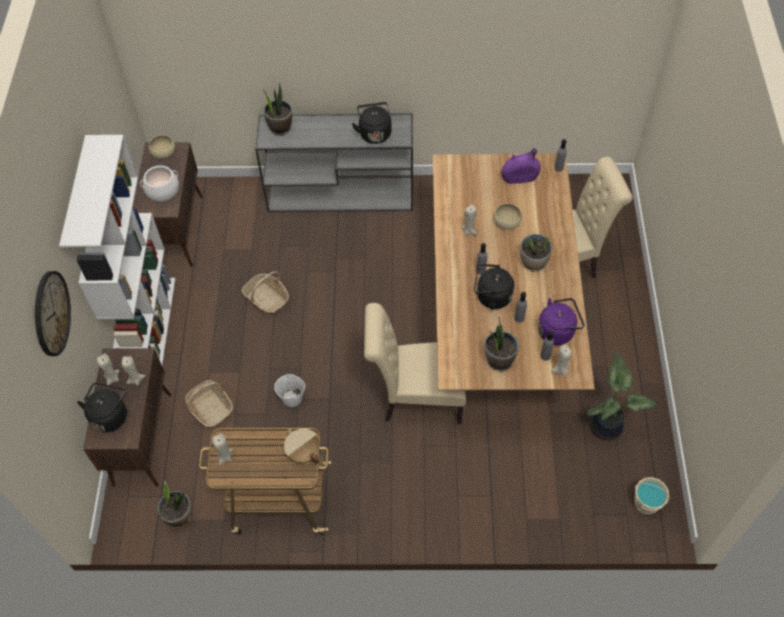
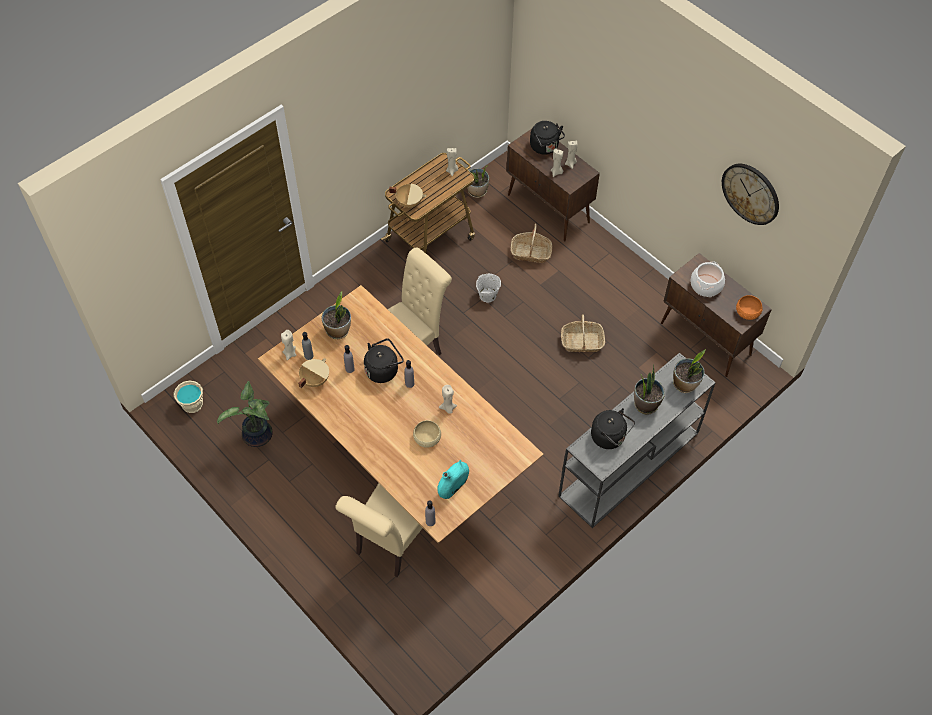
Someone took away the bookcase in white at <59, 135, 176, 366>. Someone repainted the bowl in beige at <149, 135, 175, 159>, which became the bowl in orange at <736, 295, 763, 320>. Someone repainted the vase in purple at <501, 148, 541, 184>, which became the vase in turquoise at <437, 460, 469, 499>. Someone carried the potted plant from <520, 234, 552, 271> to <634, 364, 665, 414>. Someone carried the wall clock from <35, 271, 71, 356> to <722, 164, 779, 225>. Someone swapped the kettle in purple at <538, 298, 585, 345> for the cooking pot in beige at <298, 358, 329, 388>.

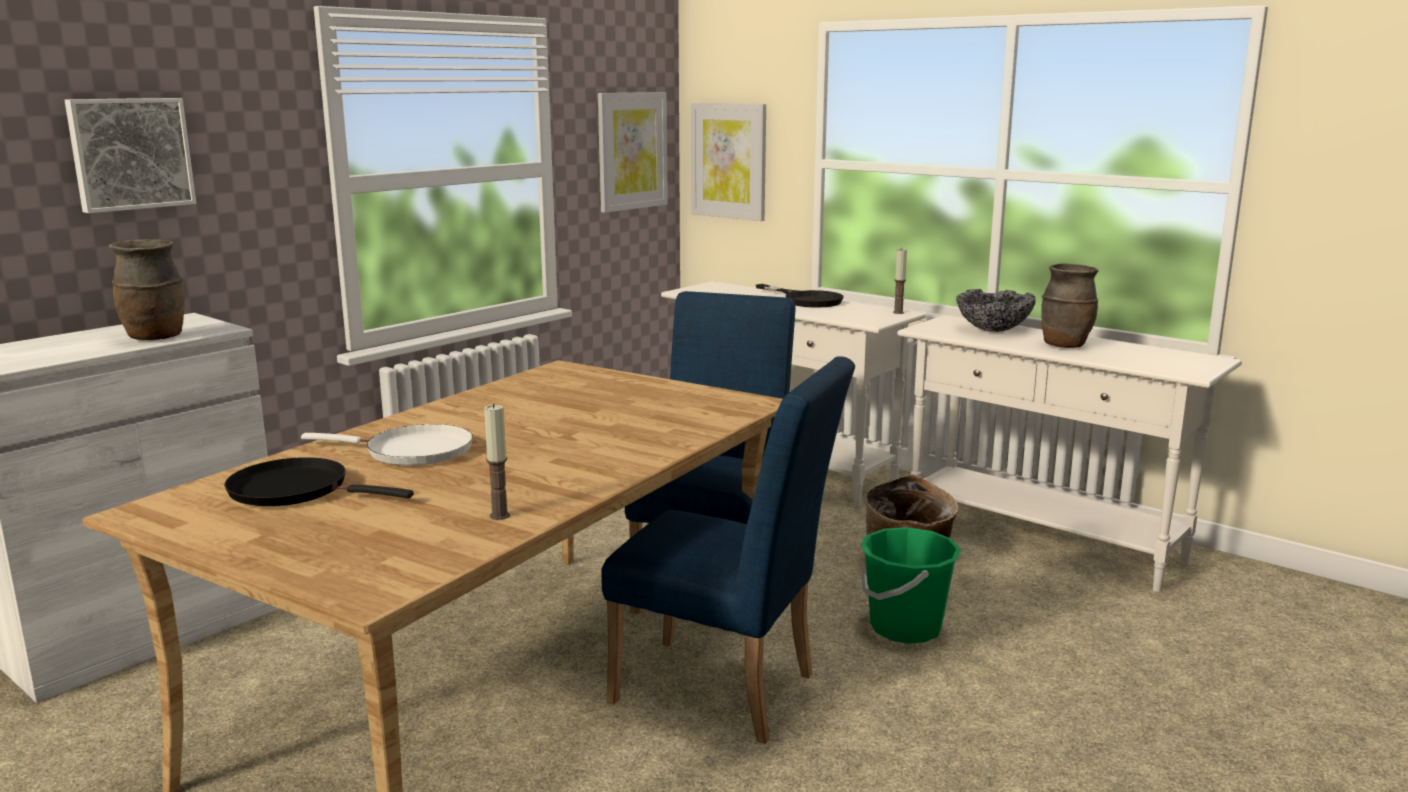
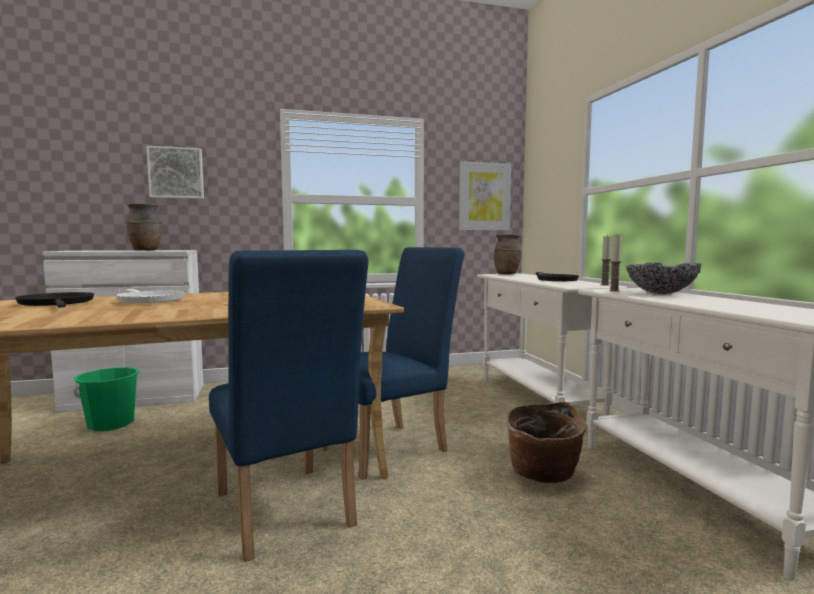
Someone took away the picture at <691, 103, 766, 221>. Someone carried the vase in brown from <1041, 263, 1098, 348> to <494, 234, 521, 274>. Someone carried the candle from <484, 404, 510, 520> to <609, 235, 622, 291>. Someone carried the bucket in green from <861, 527, 961, 644> to <73, 367, 139, 431>.

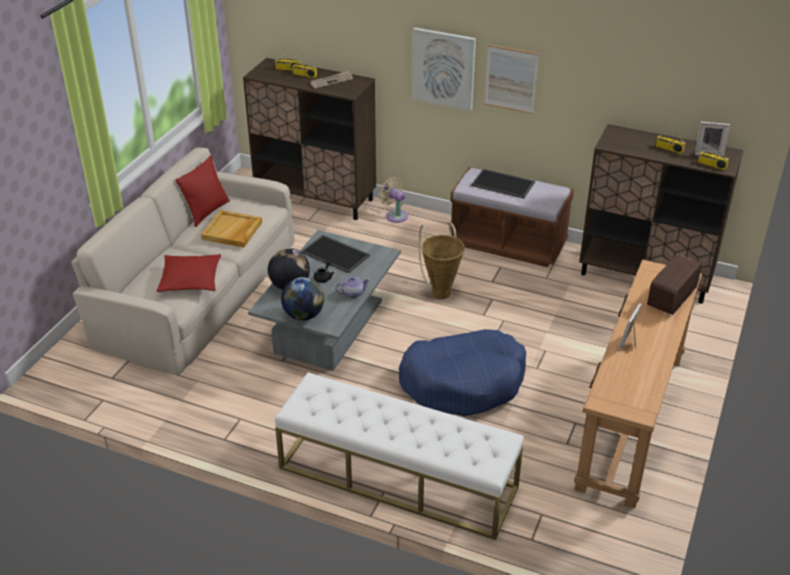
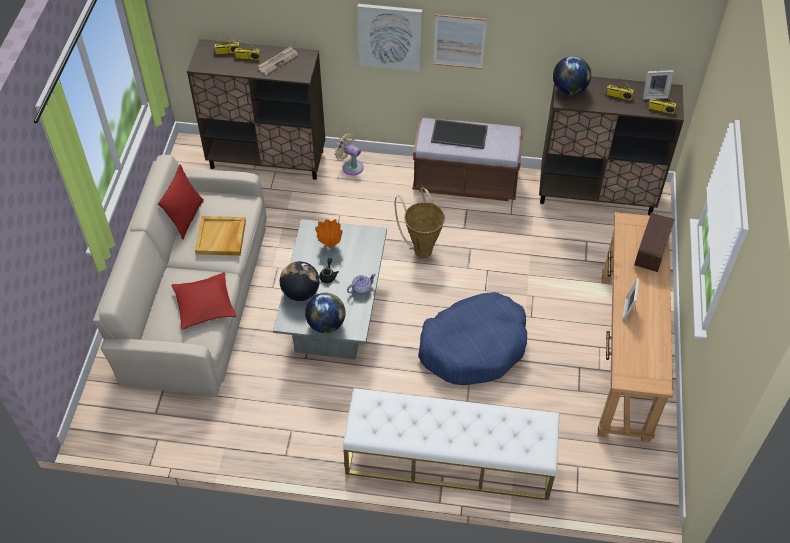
Someone swapped the tray at <301, 235, 370, 273> for the vase in orange at <315, 219, 342, 248>. Someone put down the globe at <553, 56, 591, 95>.

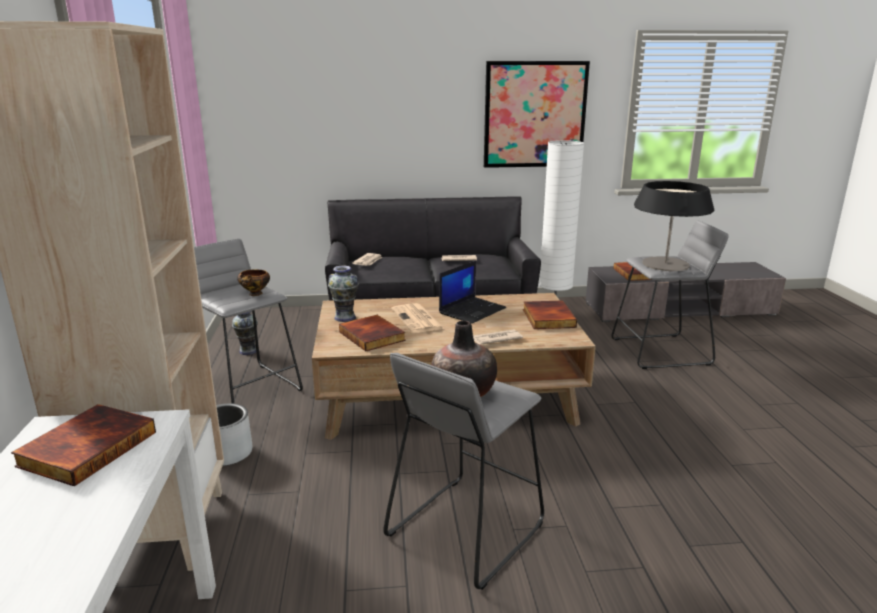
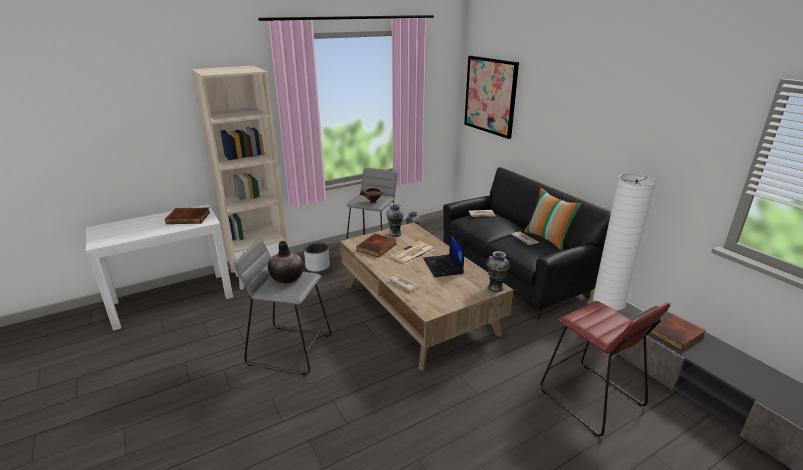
Someone carried the picture from <484, 61, 590, 168> to <464, 56, 519, 139>. Someone took away the table lamp at <634, 181, 714, 271>. Someone repainted the stool in grey at <611, 220, 728, 369>, which became the stool in red at <541, 301, 670, 436>. Someone rotated the laptop at <439, 261, 506, 324> by 60 degrees clockwise. Someone took away the book at <523, 301, 577, 329>. Someone put down the pillow at <524, 188, 581, 250>. Someone put down the vase at <486, 251, 509, 292>.

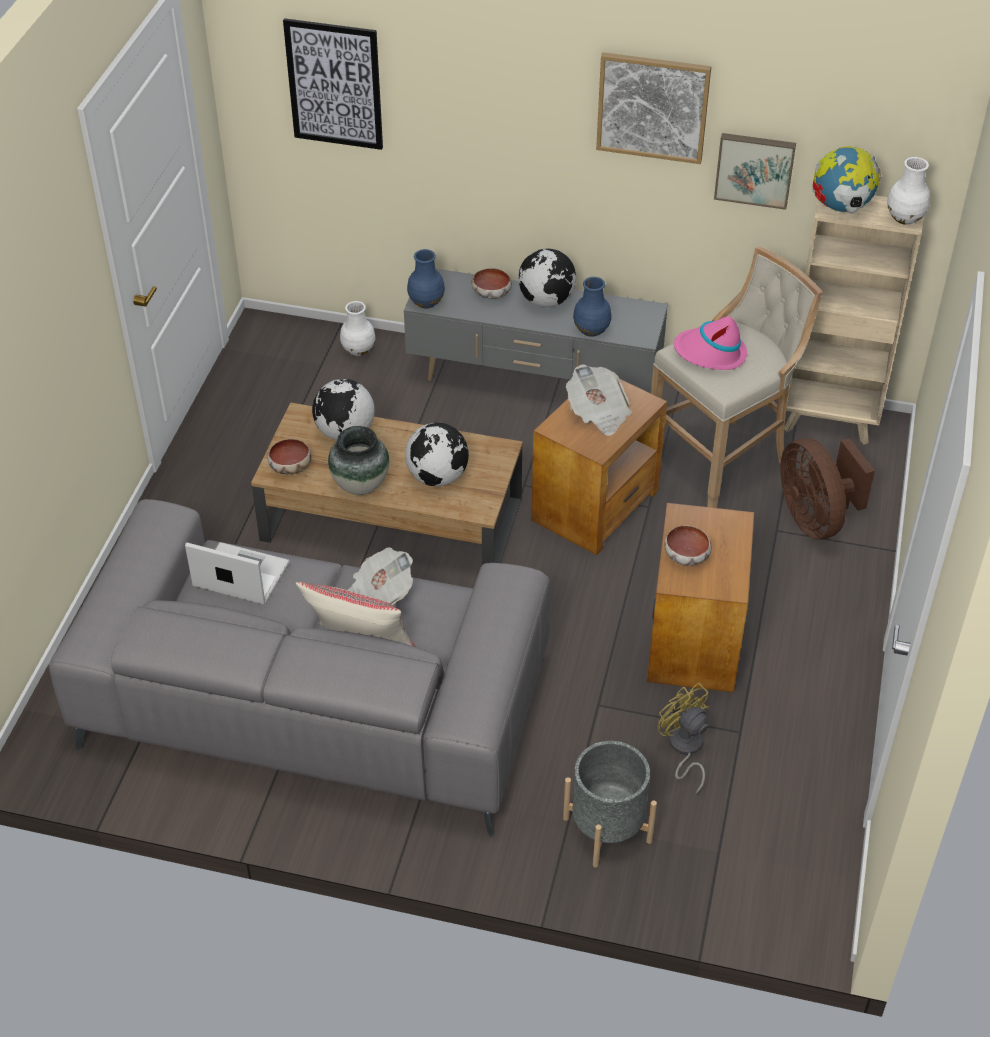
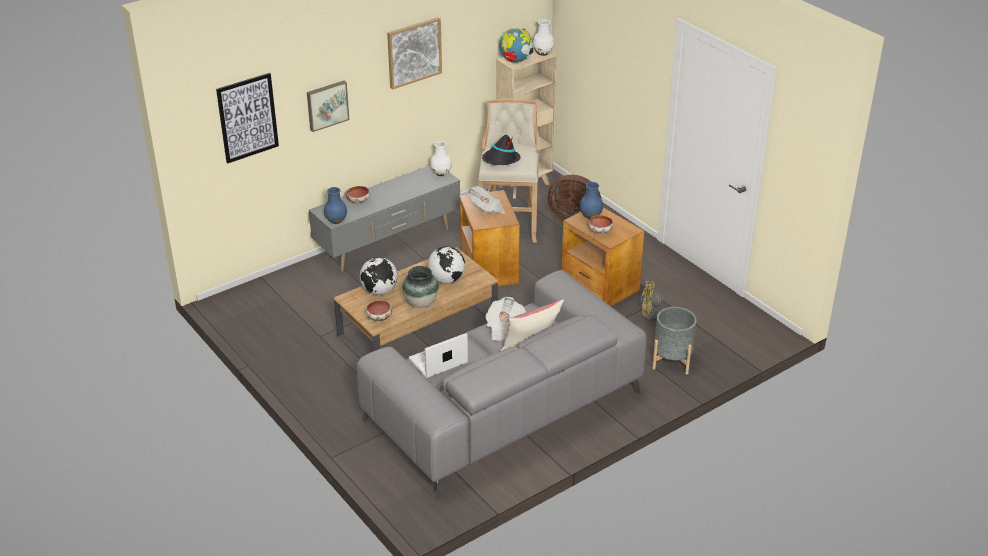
Someone carried the picture from <714, 133, 796, 210> to <307, 81, 349, 132>. Someone took away the globe at <518, 249, 576, 307>. Someone carried the vase in blue from <573, 277, 612, 337> to <580, 182, 603, 219>. Someone carried the vase in white from <340, 301, 375, 356> to <430, 141, 452, 176>. Someone repainted the hat in pink at <674, 317, 747, 370>, which became the hat in black at <482, 135, 521, 165>.

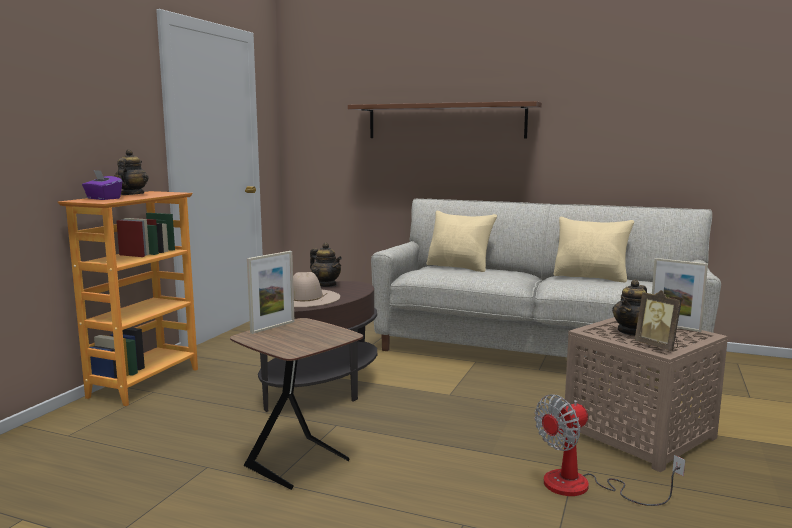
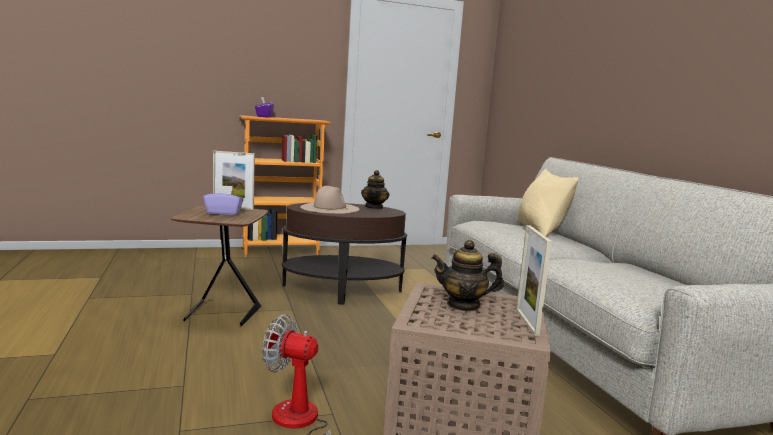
Someone took away the shelf in brown at <348, 101, 542, 139>. Someone took away the teapot at <114, 149, 149, 195>. Someone took away the pillow in beige at <553, 217, 634, 282>. Someone took away the picture frame at <634, 290, 682, 351>. Someone put down the tissue box in purple at <203, 185, 244, 215>.

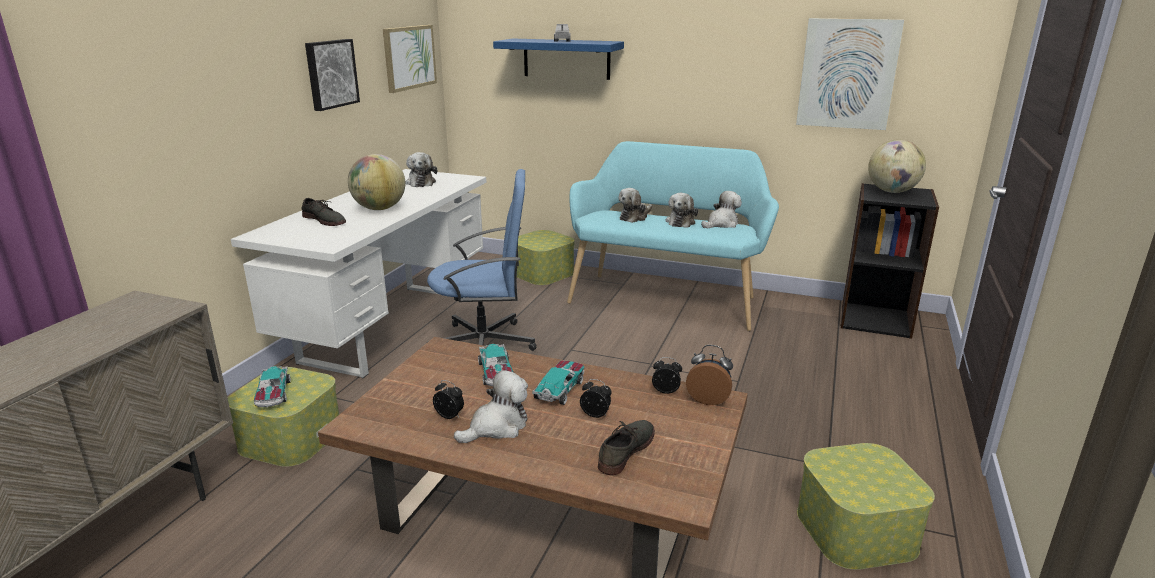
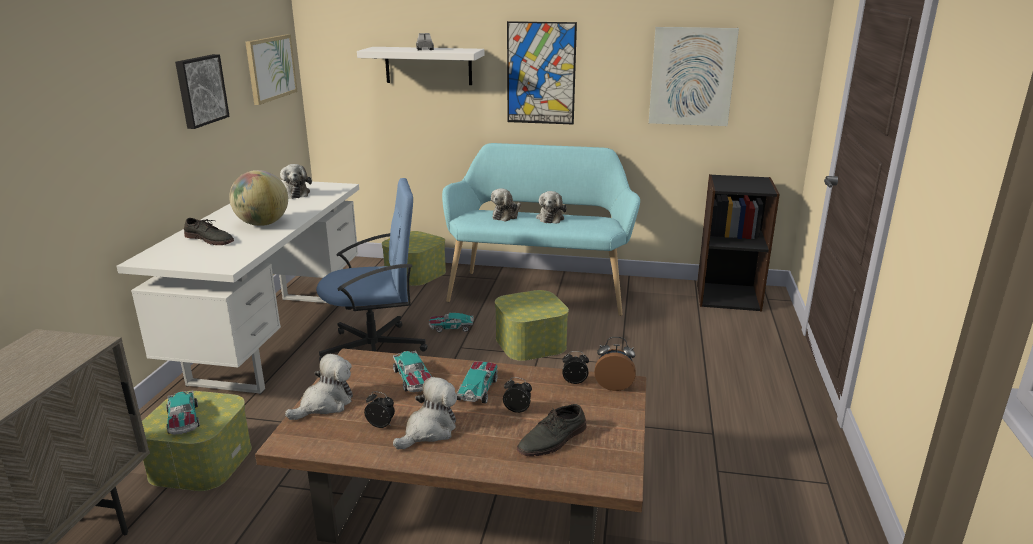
Someone repainted the shelf in blue at <493, 39, 624, 80>, which became the shelf in white at <357, 47, 484, 85>. Someone took away the globe at <868, 140, 926, 193>. Someone carried the plush toy from <701, 191, 742, 228> to <285, 354, 353, 420>. Someone rotated the shoe in grey at <598, 420, 655, 475> by 150 degrees counterclockwise. Someone carried the storage box from <797, 443, 935, 570> to <495, 290, 569, 361>. Someone put up the picture at <507, 21, 577, 124>. Someone put down the toy car at <429, 313, 474, 332>.

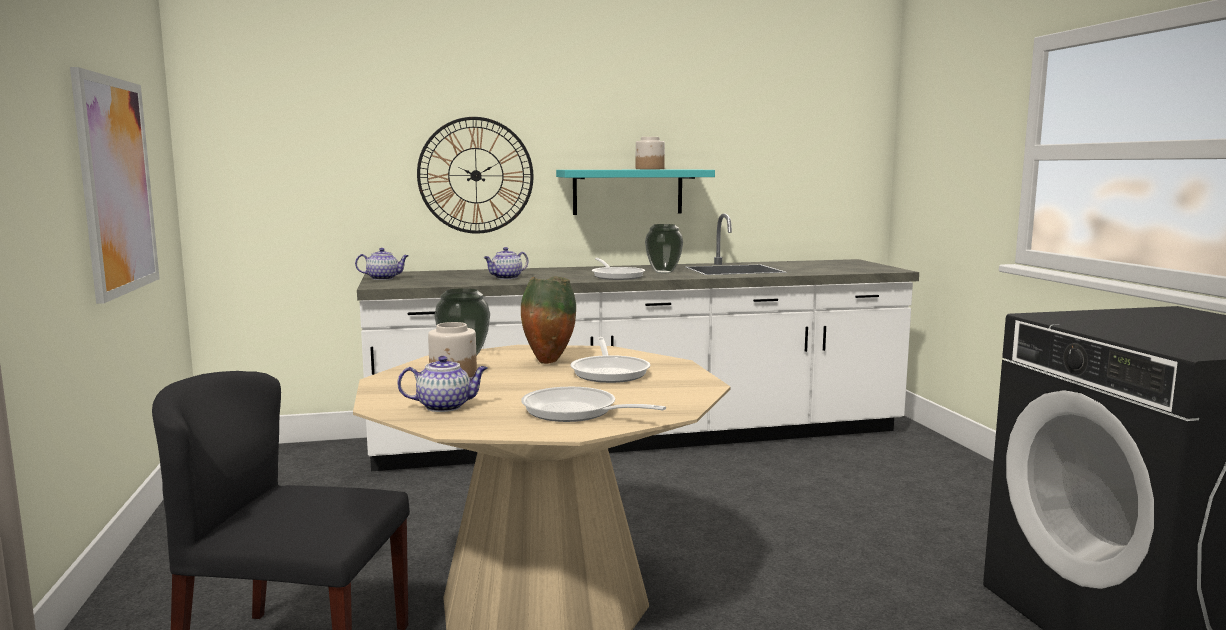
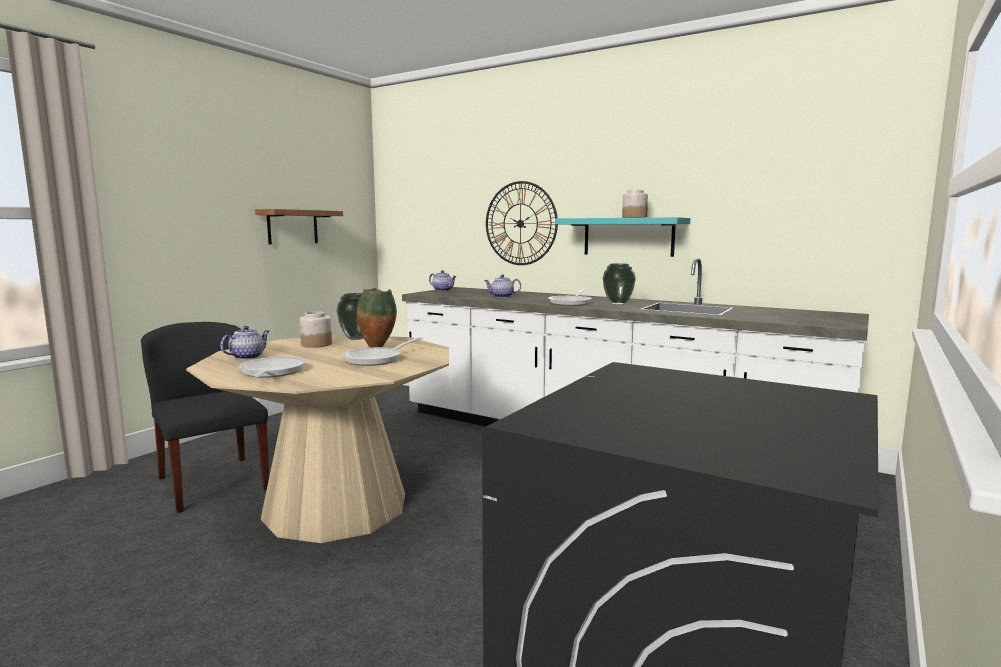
Someone swapped the picture at <70, 67, 160, 304> for the shelf at <255, 209, 343, 245>. Someone rotated the teapot at <397, 356, 488, 412> by 90 degrees counterclockwise.

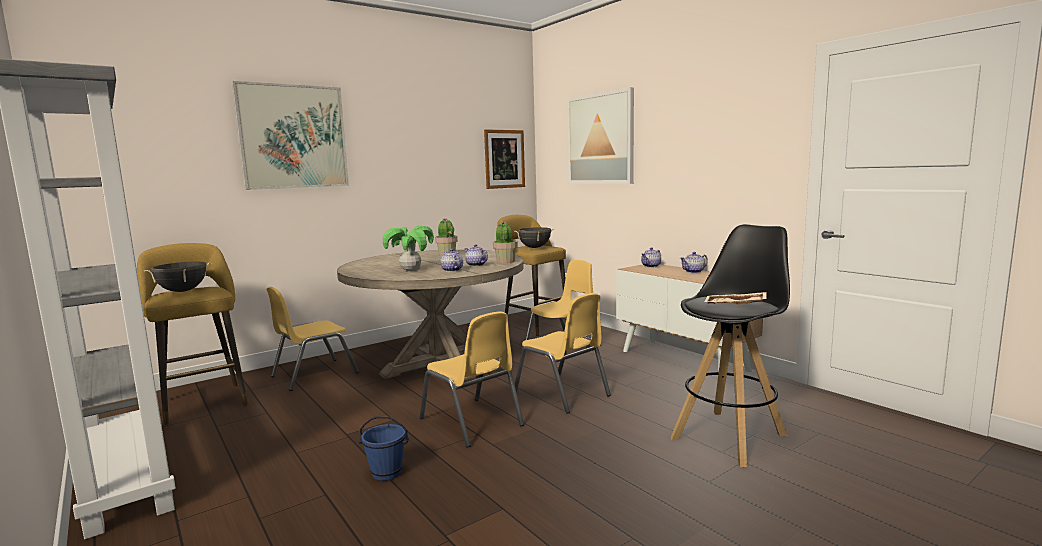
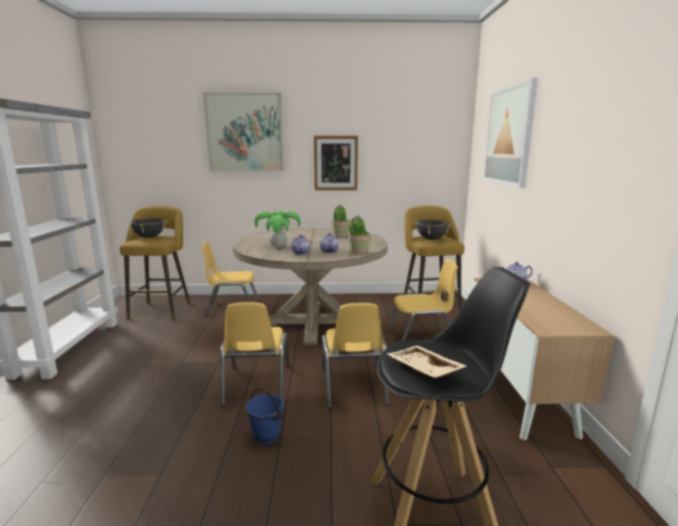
Someone carried the picture from <484, 129, 525, 189> to <314, 136, 358, 190>. Someone took away the teapot at <680, 252, 708, 273>. Someone carried the bucket in blue from <359, 416, 409, 481> to <246, 388, 284, 445>.

